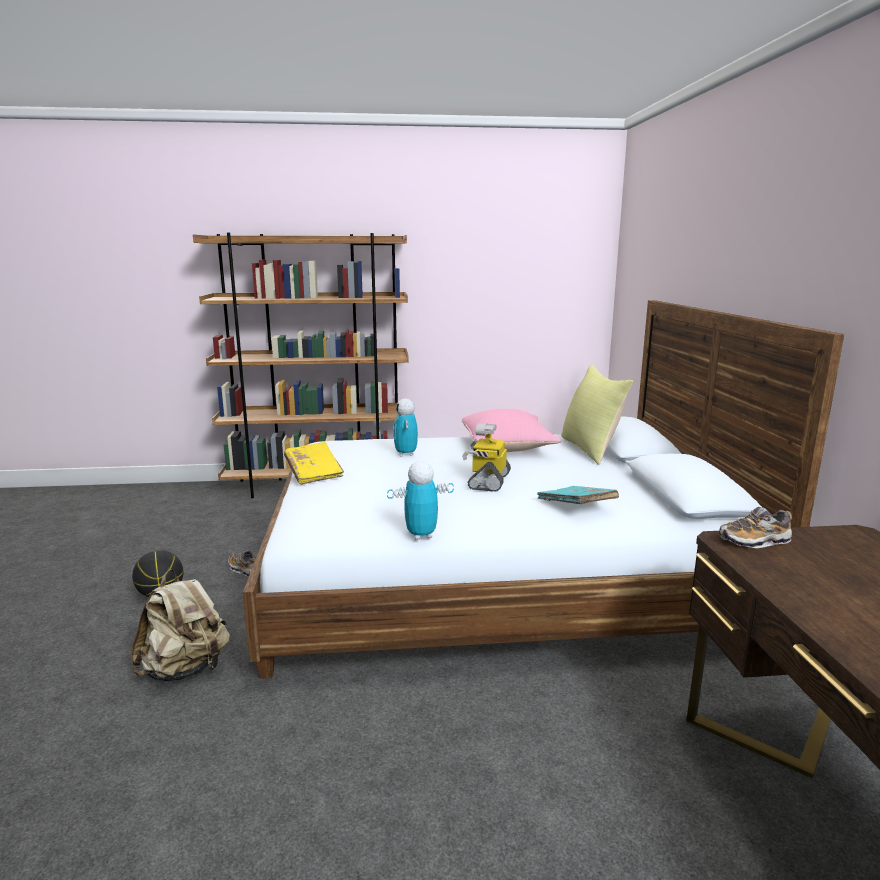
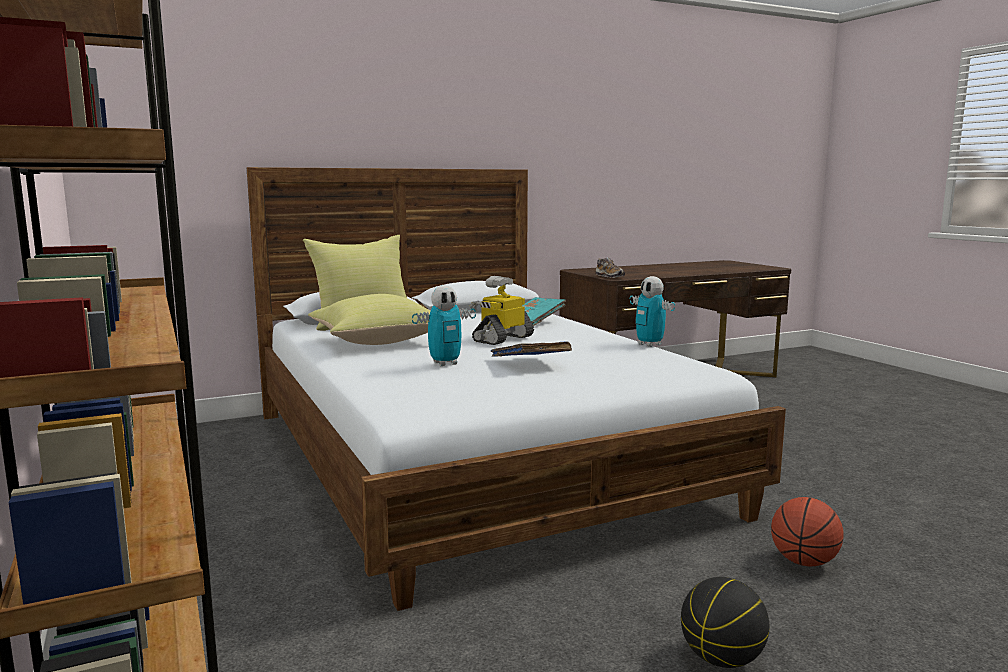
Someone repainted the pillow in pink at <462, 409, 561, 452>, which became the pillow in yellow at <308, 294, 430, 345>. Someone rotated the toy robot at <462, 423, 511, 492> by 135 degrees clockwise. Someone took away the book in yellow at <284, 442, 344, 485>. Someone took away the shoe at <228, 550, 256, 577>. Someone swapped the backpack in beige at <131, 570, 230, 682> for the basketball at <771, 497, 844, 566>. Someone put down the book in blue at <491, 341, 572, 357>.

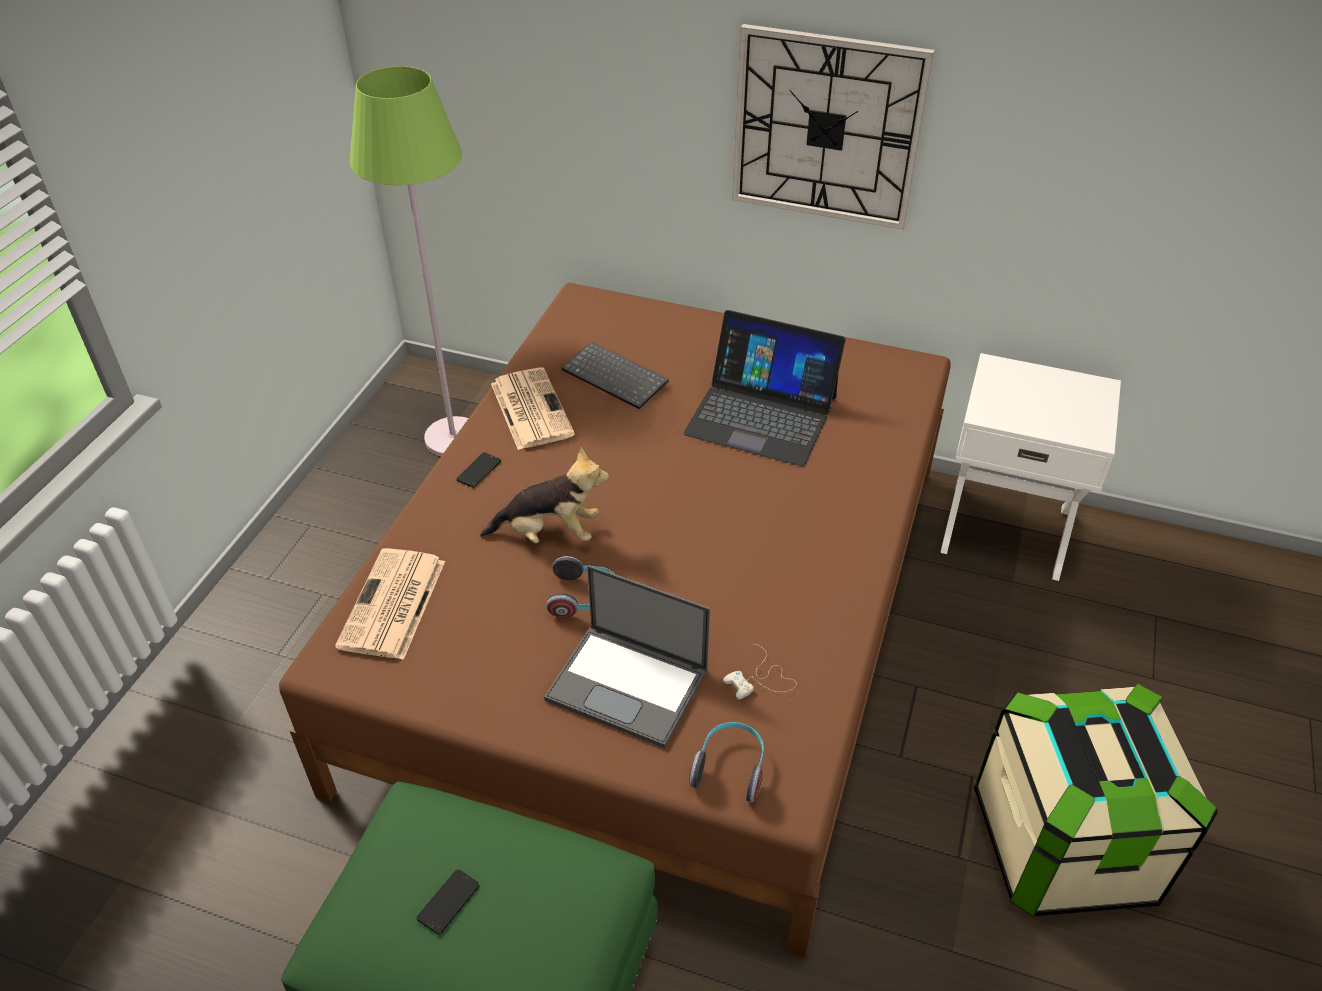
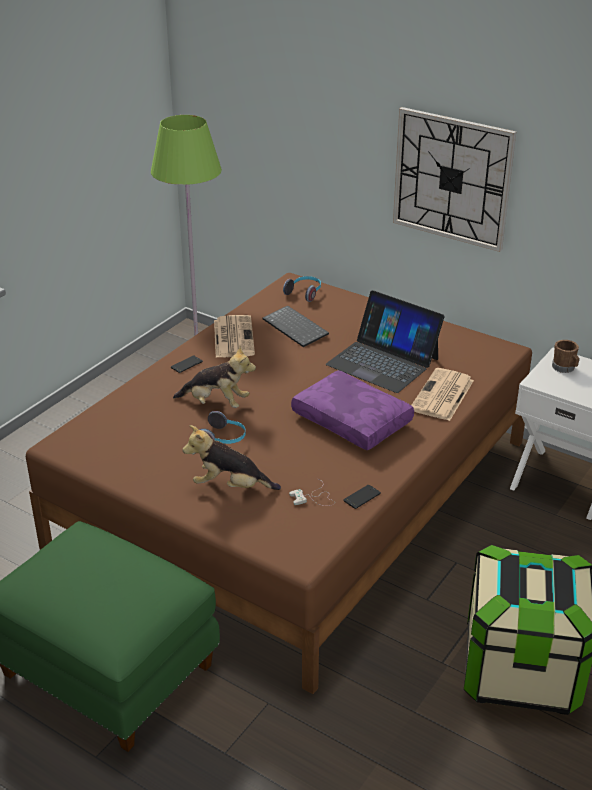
Someone carried the newspaper from <335, 548, 445, 660> to <411, 368, 474, 421>. Someone swapped the laptop at <544, 565, 710, 748> for the plush toy at <182, 425, 281, 490>. Someone carried the headphones from <689, 722, 764, 803> to <283, 276, 321, 302>. Someone carried the phone from <416, 869, 480, 935> to <343, 485, 381, 509>. Someone put down the mug in brown at <552, 340, 580, 373>. Someone put down the pillow in purple at <291, 370, 414, 451>.

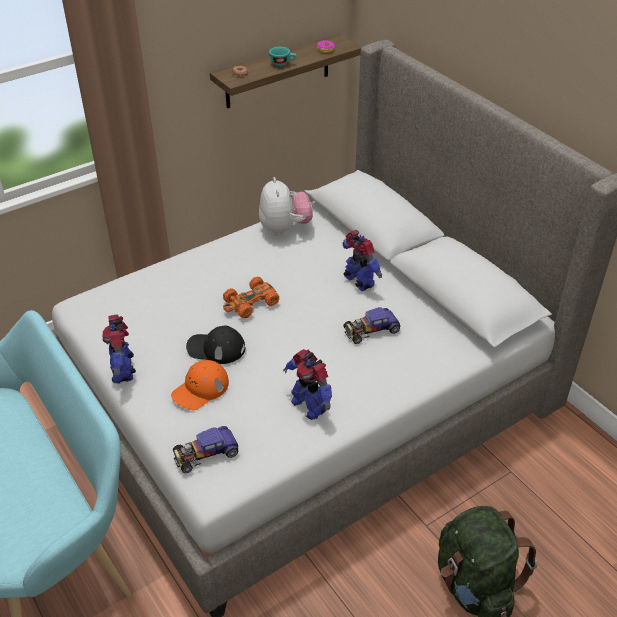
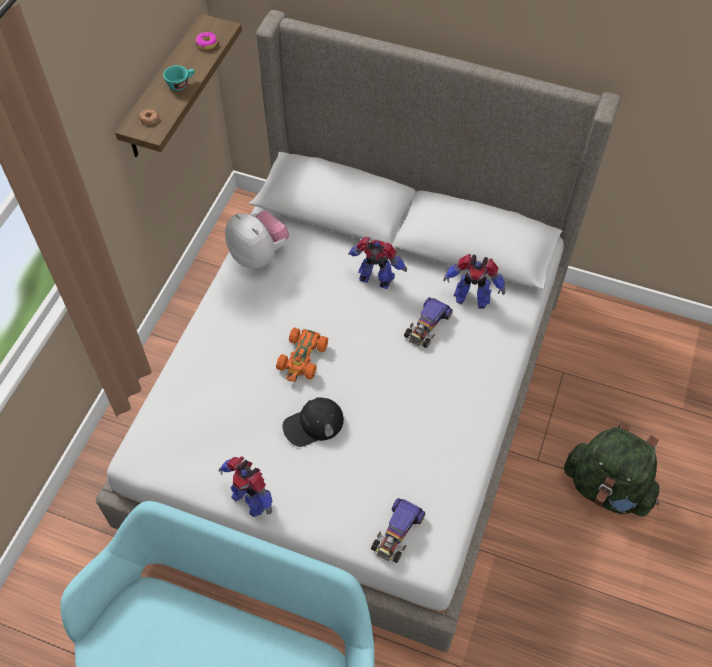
Someone carried the toy robot from <283, 349, 332, 420> to <443, 254, 505, 309>. Someone took away the cap in orange at <171, 360, 229, 410>.

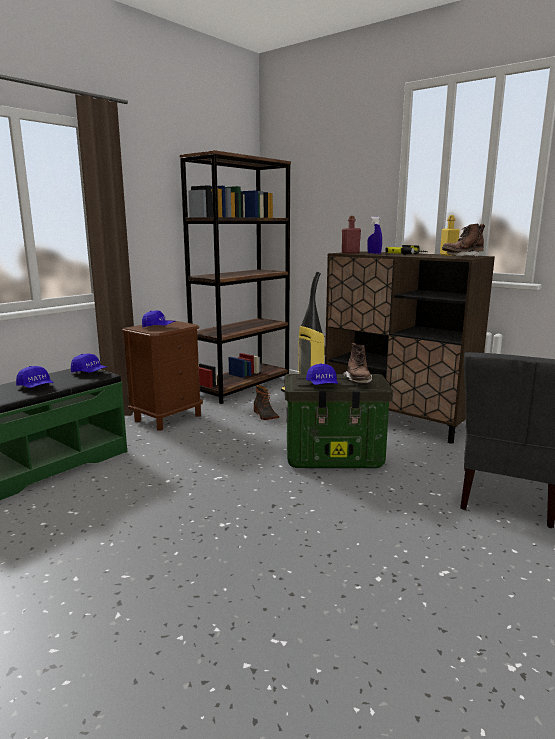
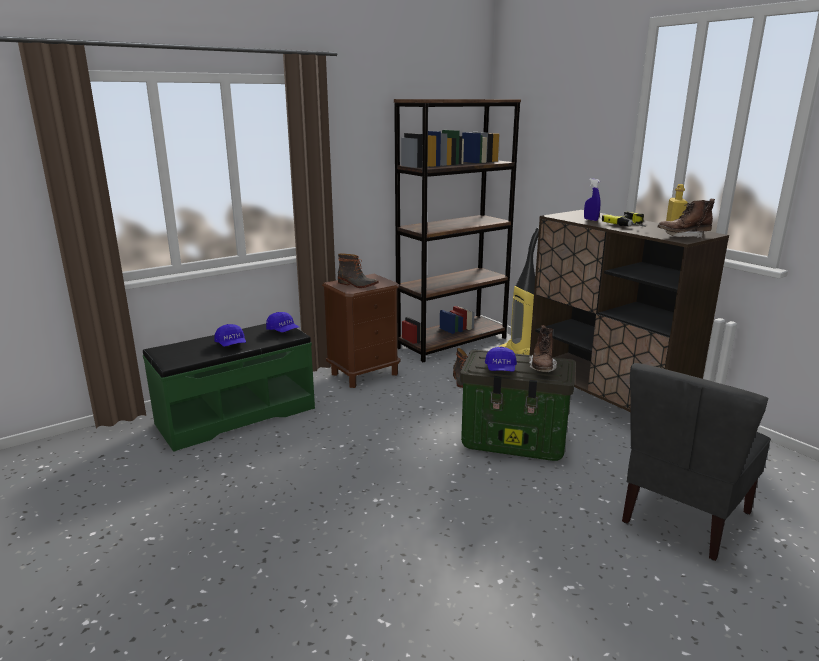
Someone took away the bottle in red at <342, 216, 361, 254>. Someone swapped the cap in blue at <142, 310, 175, 328> for the boot at <338, 254, 379, 288>.

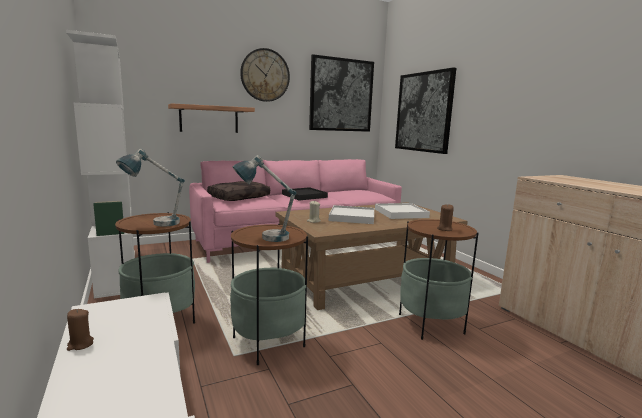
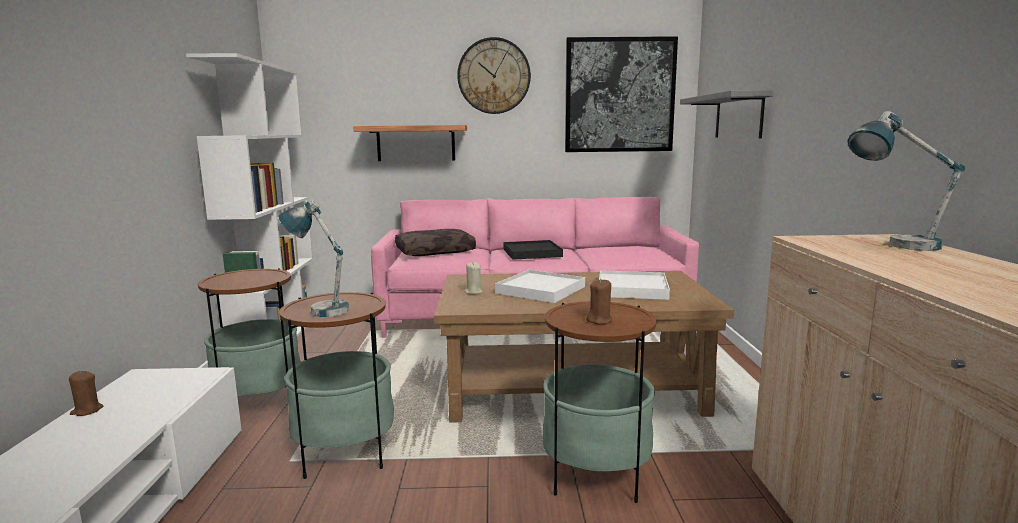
Someone swapped the picture at <395, 67, 456, 154> for the shelf in grey at <680, 90, 774, 138>. Someone carried the table lamp from <116, 149, 185, 226> to <848, 111, 965, 251>.

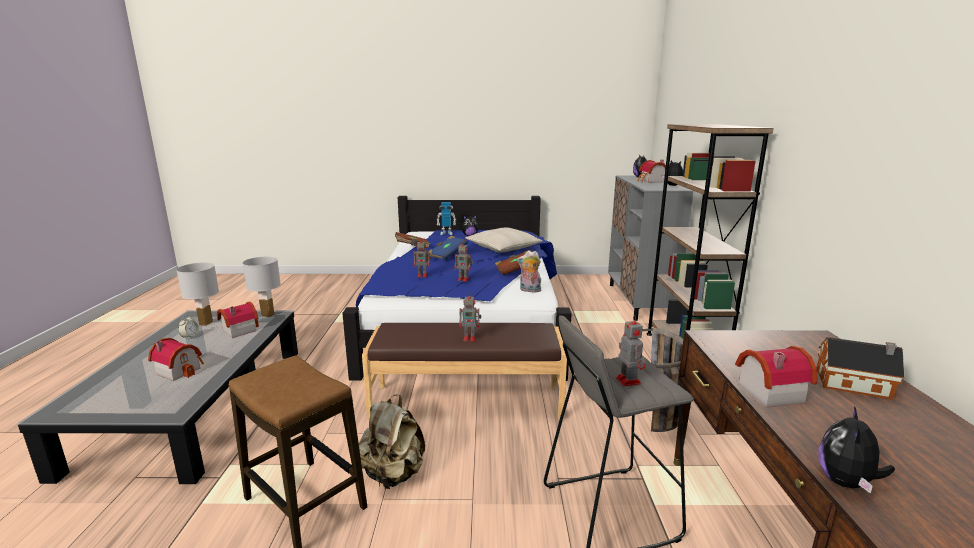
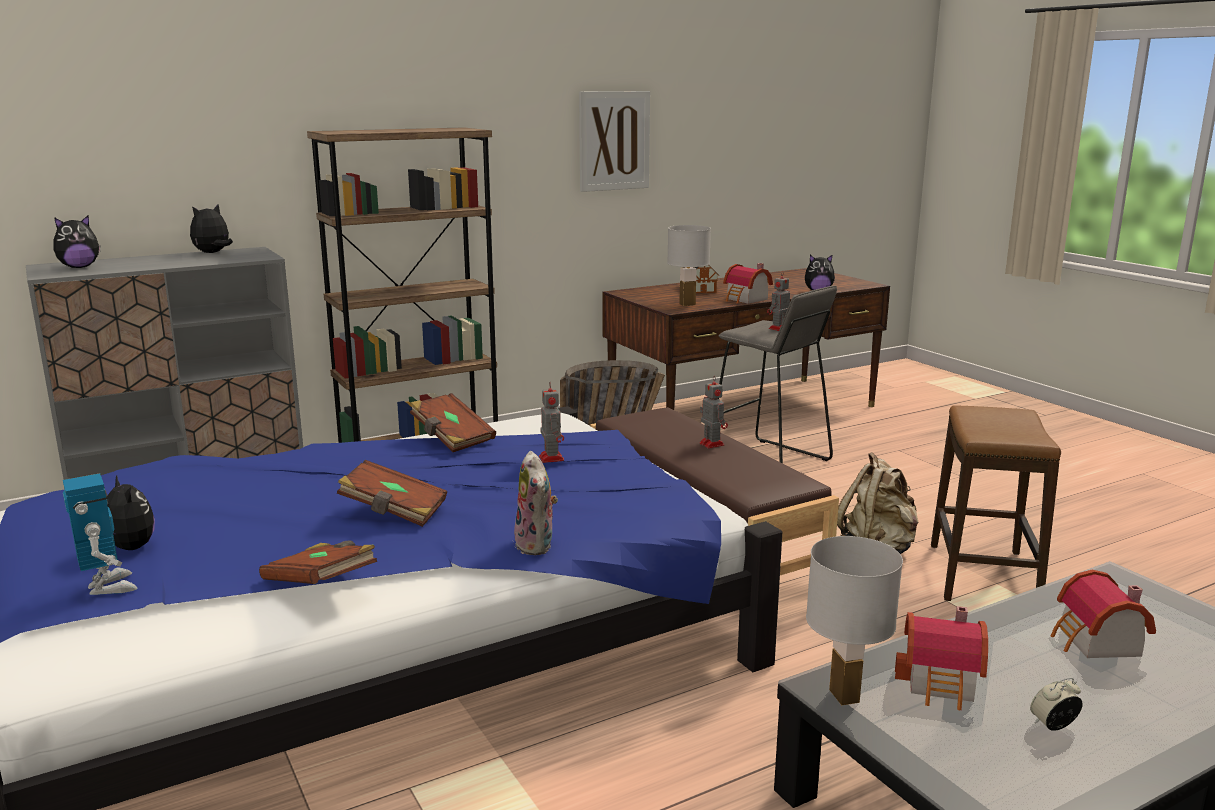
Someone took away the toy house at <638, 160, 666, 183>. Someone took away the pillow in beige at <465, 227, 542, 253>. Someone repainted the book in blue at <429, 236, 468, 260>, which became the book in brown at <337, 460, 447, 527>. Someone took away the toy robot at <414, 241, 431, 277>. Someone carried the plush toy from <517, 251, 541, 292> to <514, 451, 558, 555>. Someone carried the table lamp in white from <176, 262, 219, 326> to <667, 225, 711, 306>. Someone put up the picture at <579, 91, 650, 192>.

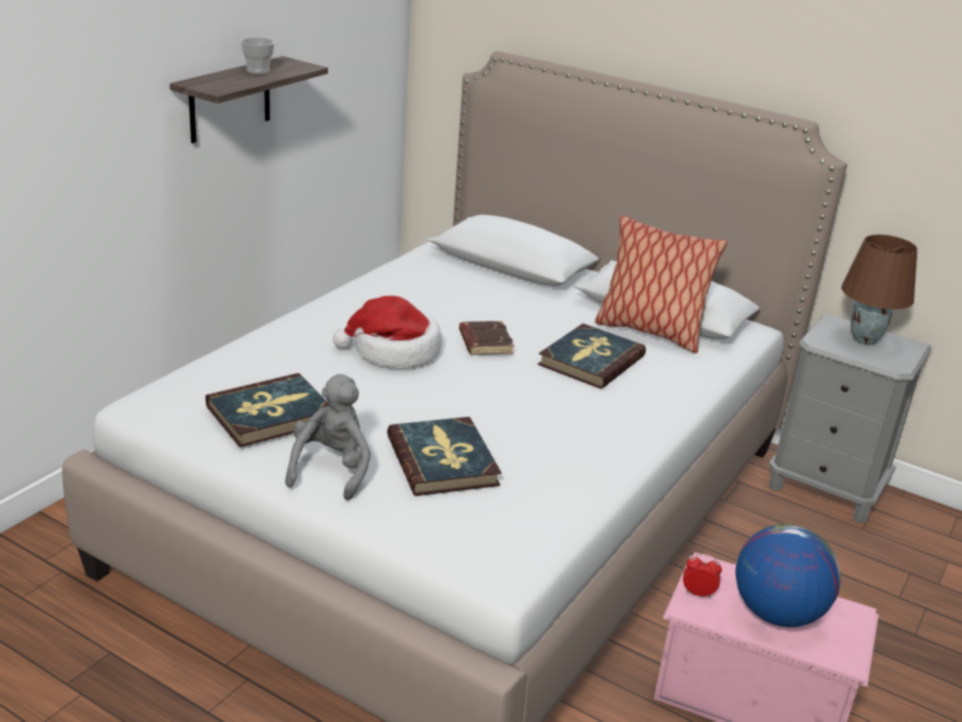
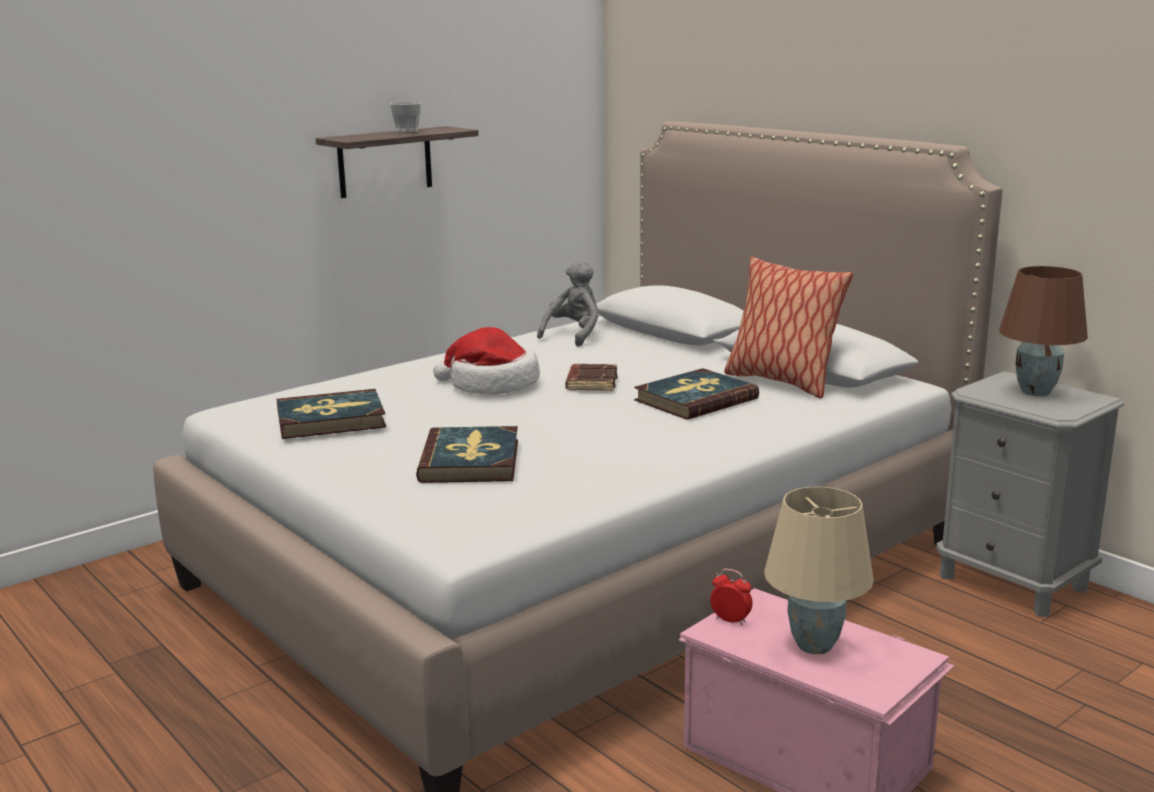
Someone carried the plush toy in grey from <285, 374, 371, 500> to <537, 260, 598, 347>. Someone swapped the globe at <735, 524, 841, 627> for the table lamp in beige at <764, 487, 874, 654>.

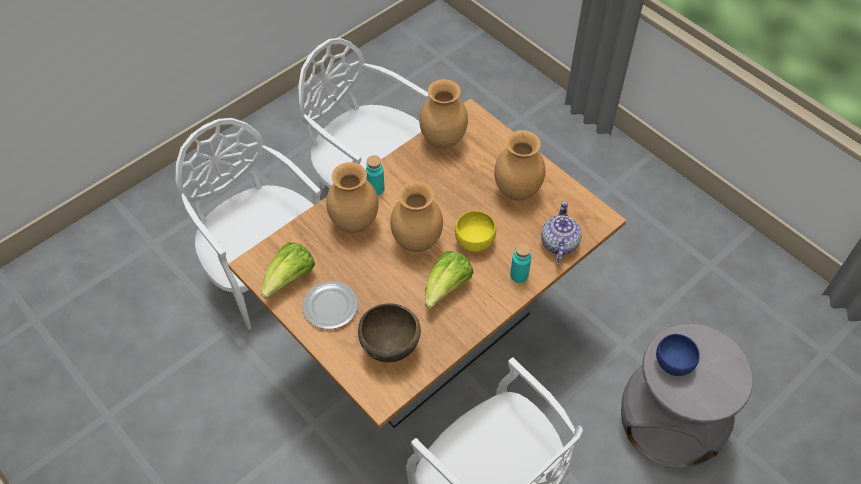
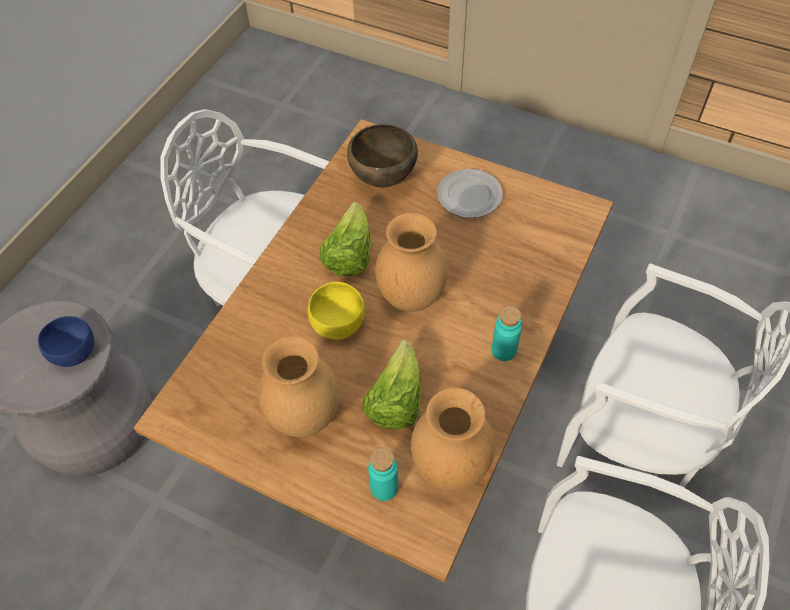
Someone took away the vase in brown at <326, 162, 379, 233>. Someone took away the teapot at <541, 201, 581, 262>. Someone carried the lettuce from <261, 242, 315, 299> to <363, 340, 421, 429>. Someone carried the bottle in turquoise from <510, 243, 531, 283> to <368, 447, 398, 501>.

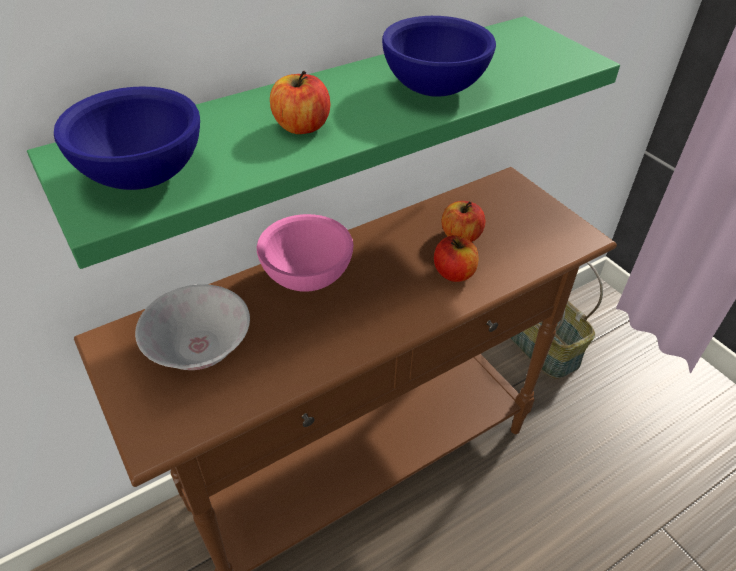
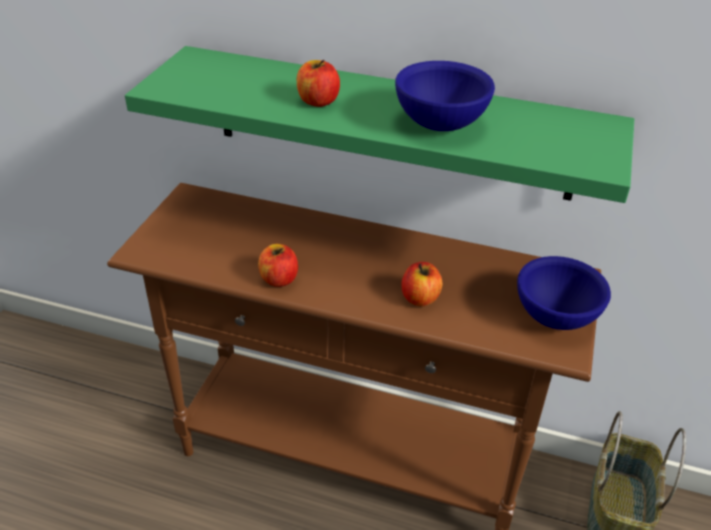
Someone carried the bowl in blue from <54, 87, 200, 190> to <517, 256, 611, 330>. Someone carried the apple from <441, 201, 485, 242> to <258, 244, 298, 287>. Someone took away the bowl in pink at <257, 214, 353, 292>. Someone took away the bowl in white at <135, 284, 250, 370>.

